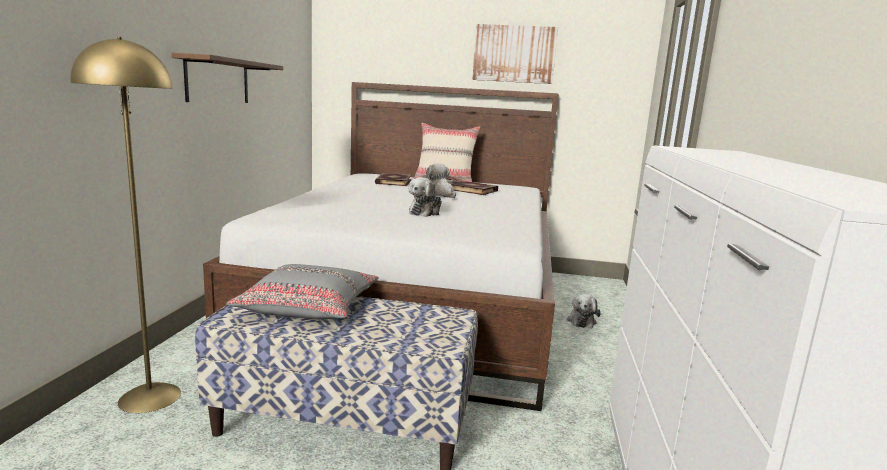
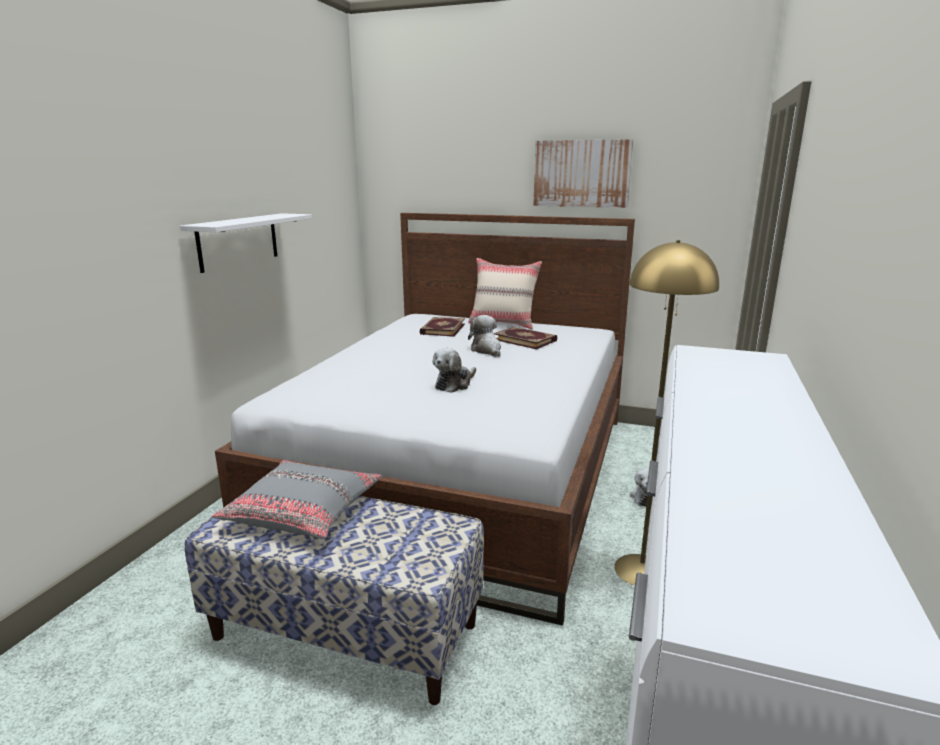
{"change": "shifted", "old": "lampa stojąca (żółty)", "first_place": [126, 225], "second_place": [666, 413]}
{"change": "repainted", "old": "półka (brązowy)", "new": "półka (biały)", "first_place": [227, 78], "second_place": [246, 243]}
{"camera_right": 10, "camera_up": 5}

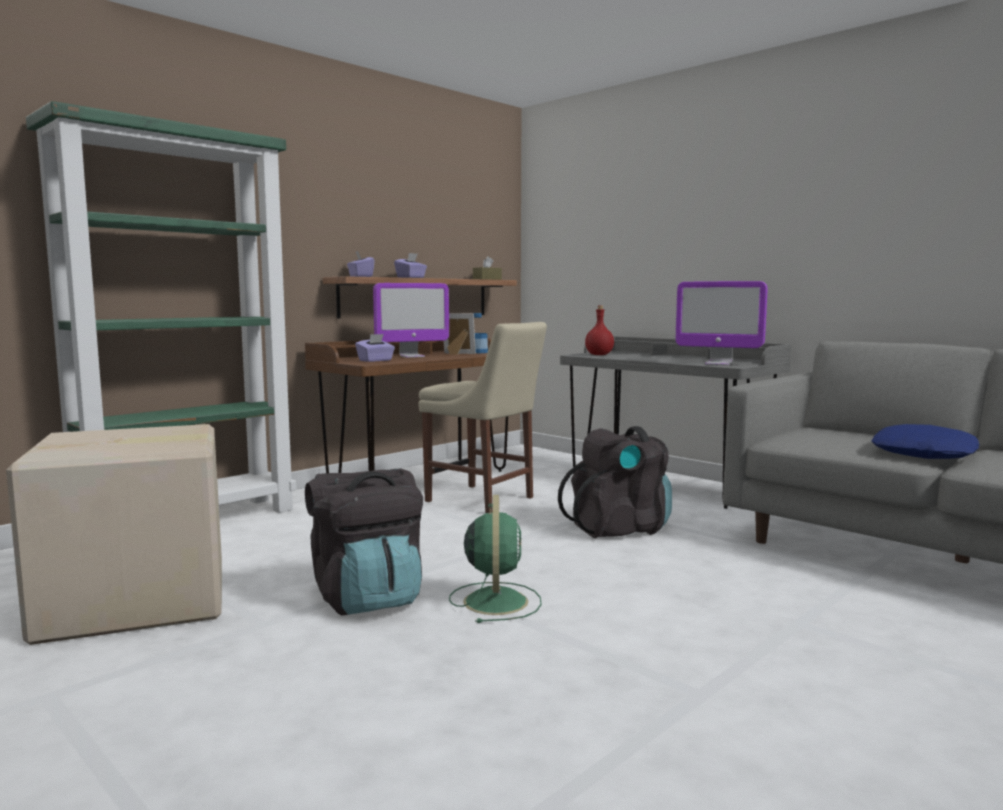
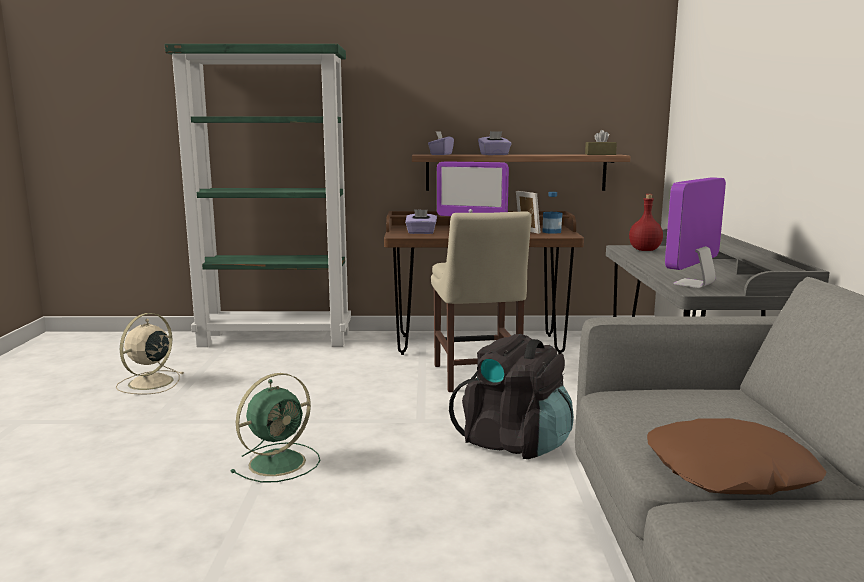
{"change": "rotated", "old": "monitor", "first_place": [722, 323], "second_place": [695, 232], "degrees": 60}
{"change": "swapped", "old": "karton", "new": "wentylator (beżowy)", "first_place": [114, 534], "second_place": [149, 354]}
{"change": "repainted", "old": "poduszka (niebieski)", "new": "poduszka (brązowy)", "first_place": [925, 441], "second_place": [736, 456]}
{"change": "gone", "old": "plecak (czarny)", "first_place": [364, 542]}
{"camera_right": 45, "camera_up": 5}

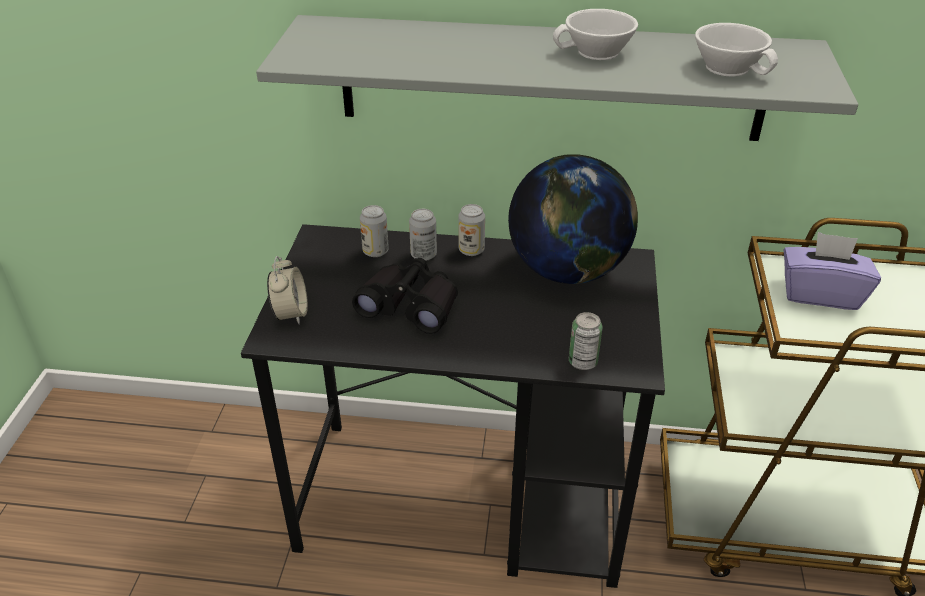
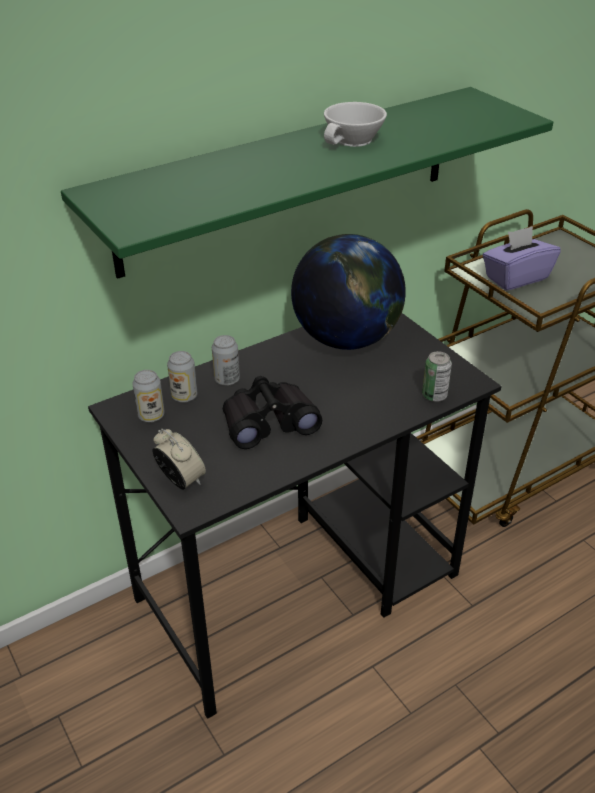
{"change": "repainted", "old": "półka (szary)", "new": "półka (zielony)", "first_place": [557, 78], "second_place": [307, 183]}
{"change": "gone", "old": "filiżanka (biały)", "first_place": [736, 49]}
{"change": "shifted", "old": "puszka", "first_place": [471, 230], "second_place": [148, 396]}
{"camera_right": -40, "camera_up": 0}

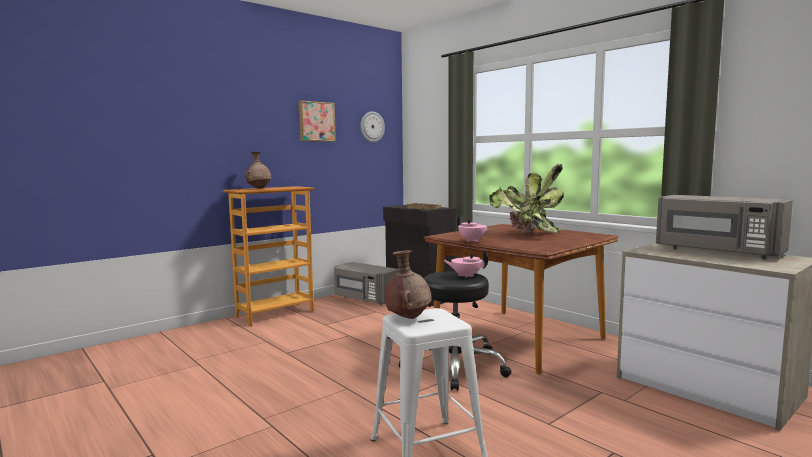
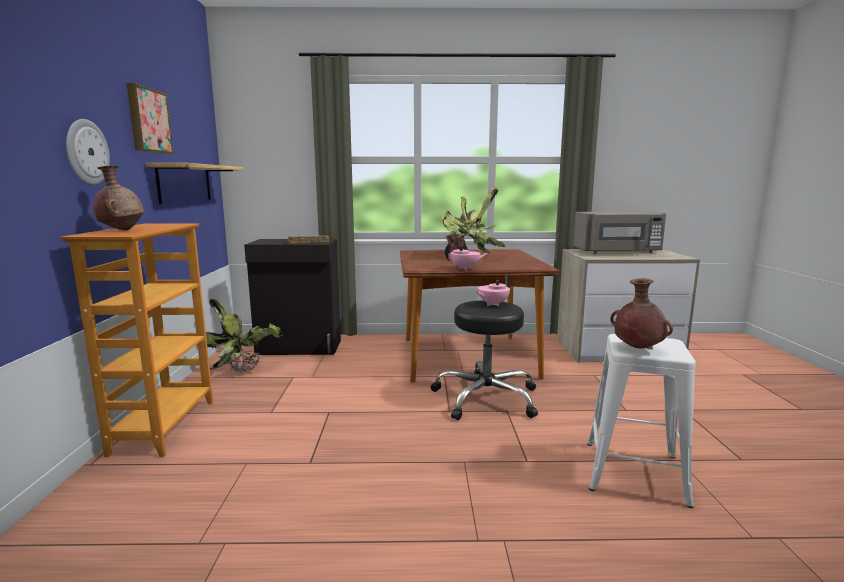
{"change": "shifted", "old": "zegar ścienny", "first_place": [372, 126], "second_place": [88, 152]}
{"change": "swapped", "old": "mikrofalówka (szary)", "new": "roślina doniczkowa", "first_place": [366, 283], "second_place": [244, 336]}
{"change": "new", "new": "półka", "second_place": [195, 183]}
{"camera_right": -50, "camera_up": 5}

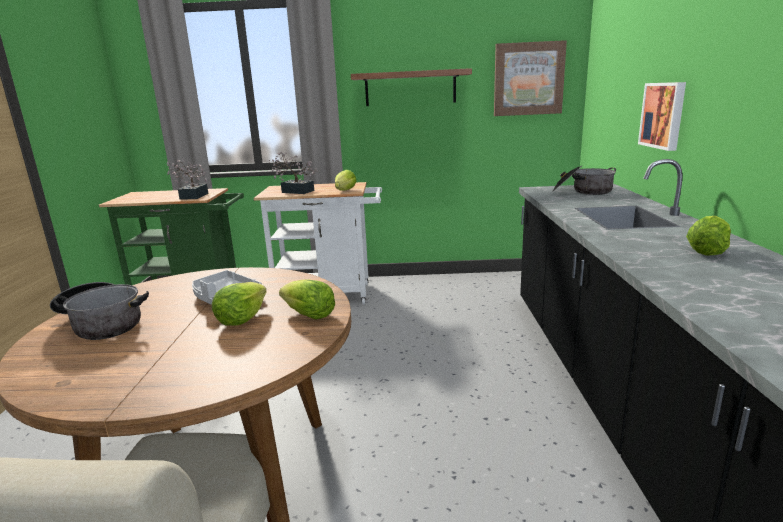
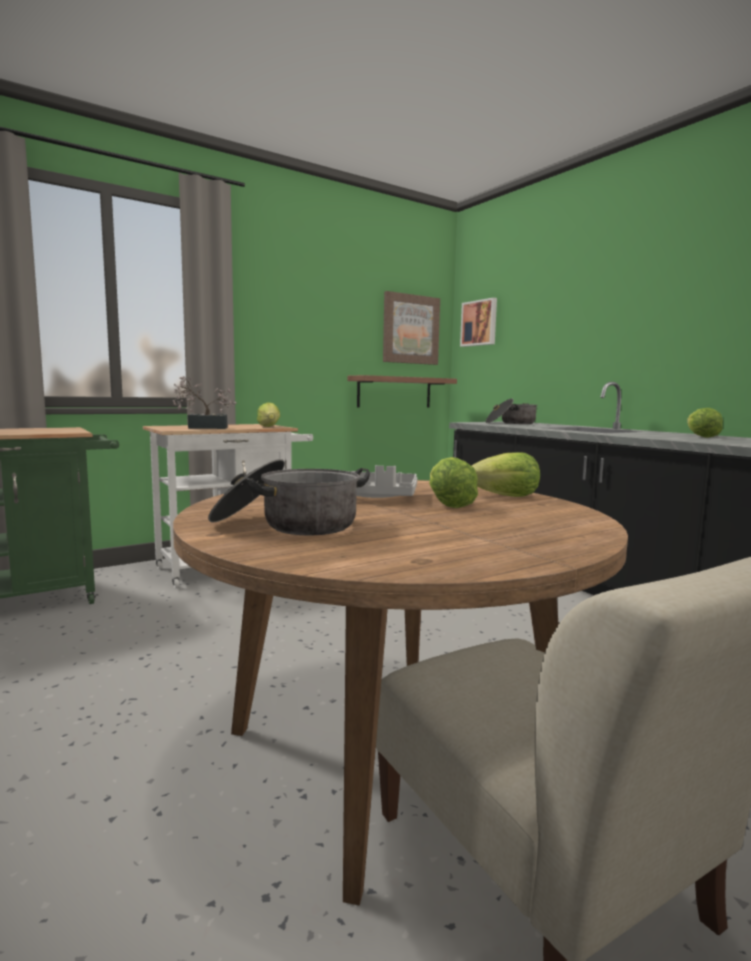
{"change": "shifted", "old": "półka", "first_place": [411, 87], "second_place": [402, 391]}
{"change": "shifted", "old": "obraz", "first_place": [662, 116], "second_place": [478, 322]}
{"change": "gone", "old": "roślina doniczkowa", "first_place": [188, 179]}
{"camera_right": -35, "camera_up": -10}

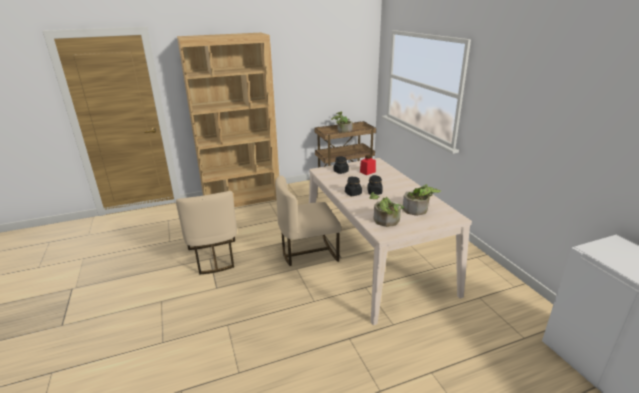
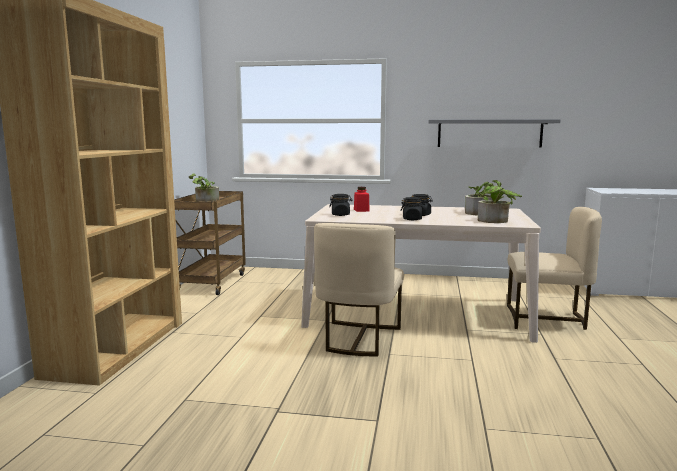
{"change": "shifted", "old": "krzesło (beżowy)", "first_place": [206, 232], "second_place": [554, 268]}
{"change": "new", "new": "półka (szary)", "second_place": [495, 133]}
{"camera_right": -60, "camera_up": -15}

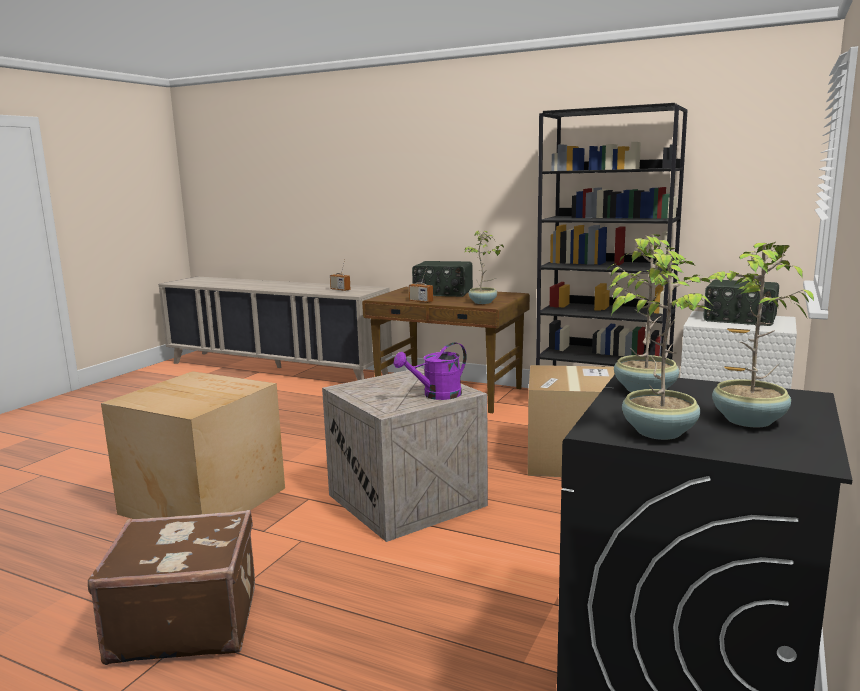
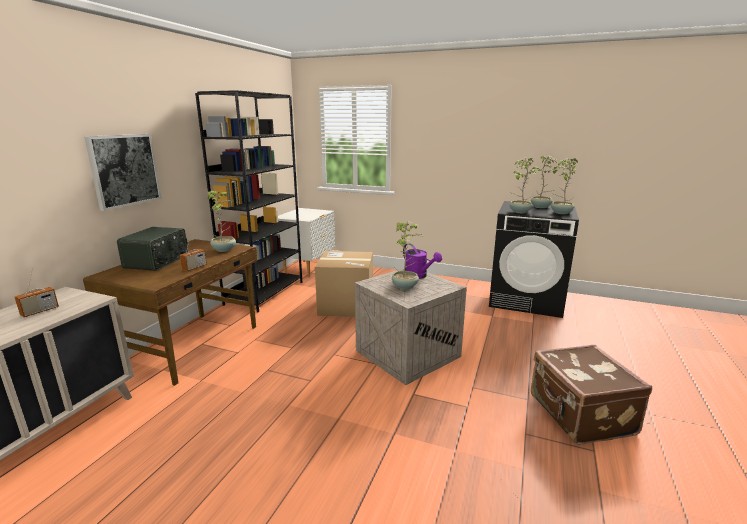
{"change": "gone", "old": "radio", "first_place": [741, 303]}
{"change": "gone", "old": "karton", "first_place": [193, 445]}
{"change": "new", "new": "obraz", "second_place": [123, 172]}
{"change": "new", "new": "roślina doniczkowa", "second_place": [407, 255]}
{"camera_right": -95, "camera_up": 5}

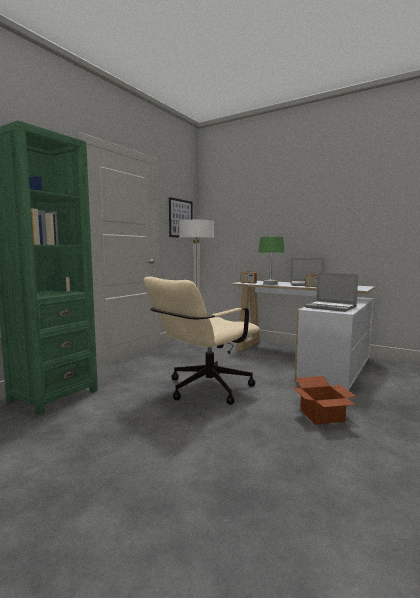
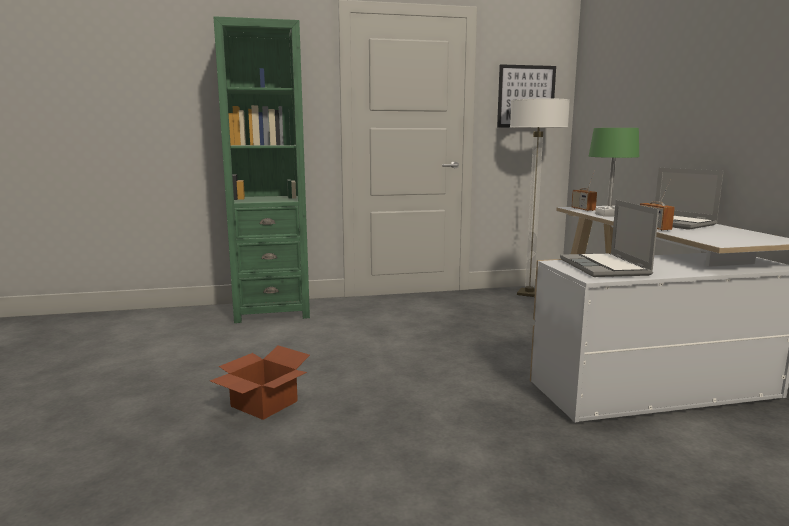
{"change": "gone", "old": "krzesło biurowe (beżowy)", "first_place": [202, 341]}
{"change": "shifted", "old": "karton", "first_place": [324, 400], "second_place": [260, 382]}
{"camera_right": 45, "camera_up": 5}

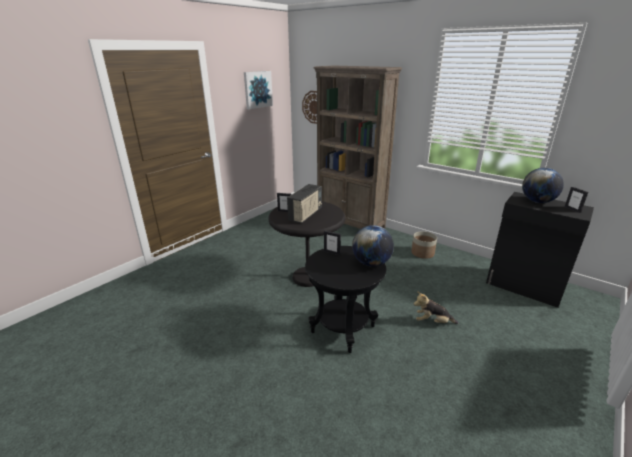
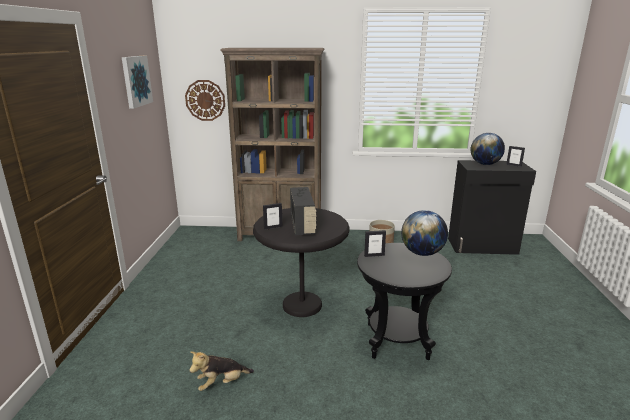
{"change": "shifted", "old": "pluszak", "first_place": [436, 307], "second_place": [221, 371]}
{"camera_right": -35, "camera_up": -5}

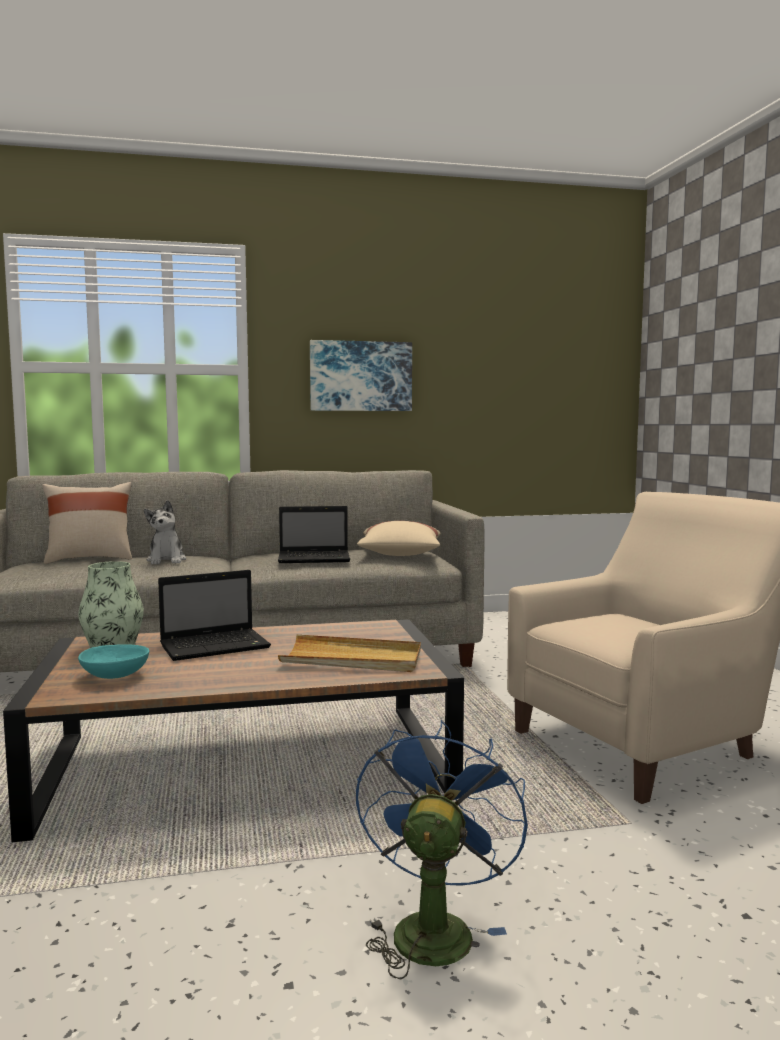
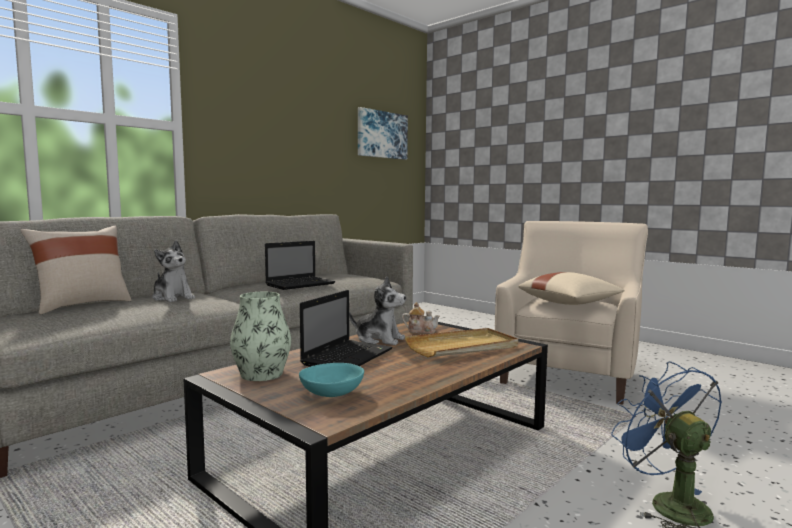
{"change": "shifted", "old": "obraz", "first_place": [361, 375], "second_place": [383, 133]}
{"change": "shifted", "old": "poduszka (beżowy)", "first_place": [399, 538], "second_place": [571, 288]}
{"change": "new", "new": "pluszak", "second_place": [377, 310]}
{"change": "new", "new": "imbryk", "second_place": [421, 318]}
{"camera_right": -35, "camera_up": 0}

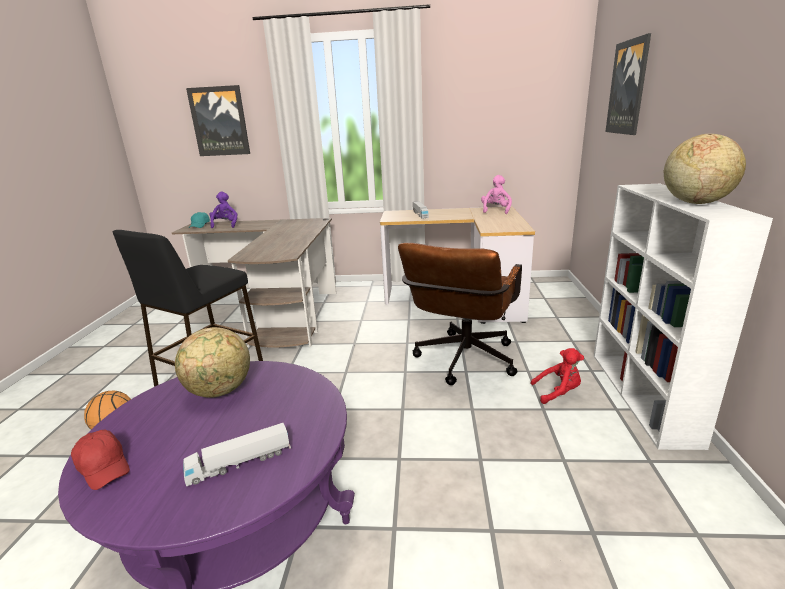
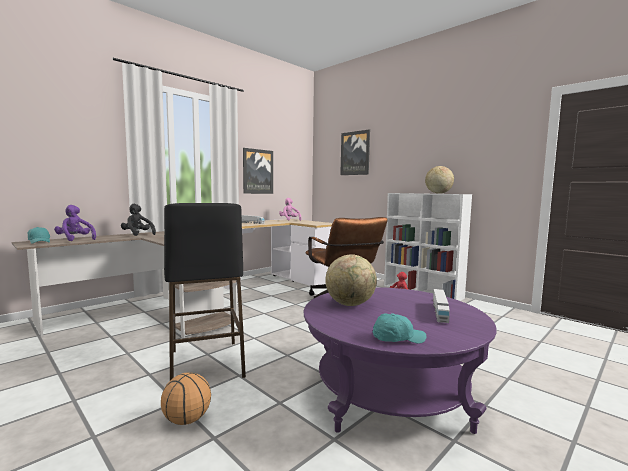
{"change": "shifted", "old": "obraz", "first_place": [218, 120], "second_place": [258, 171]}
{"change": "repainted", "old": "czapka z daszkiem (czerwony)", "new": "czapka z daszkiem (turkusowy)", "first_place": [100, 460], "second_place": [399, 328]}
{"change": "new", "new": "pluszak (czarny)", "second_place": [138, 220]}
{"camera_right": -50, "camera_up": -15}

